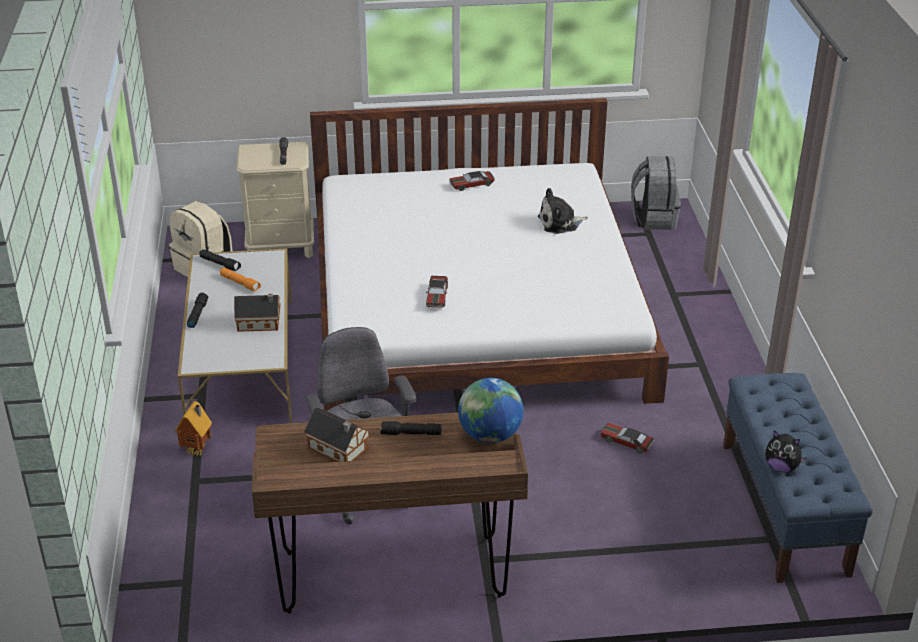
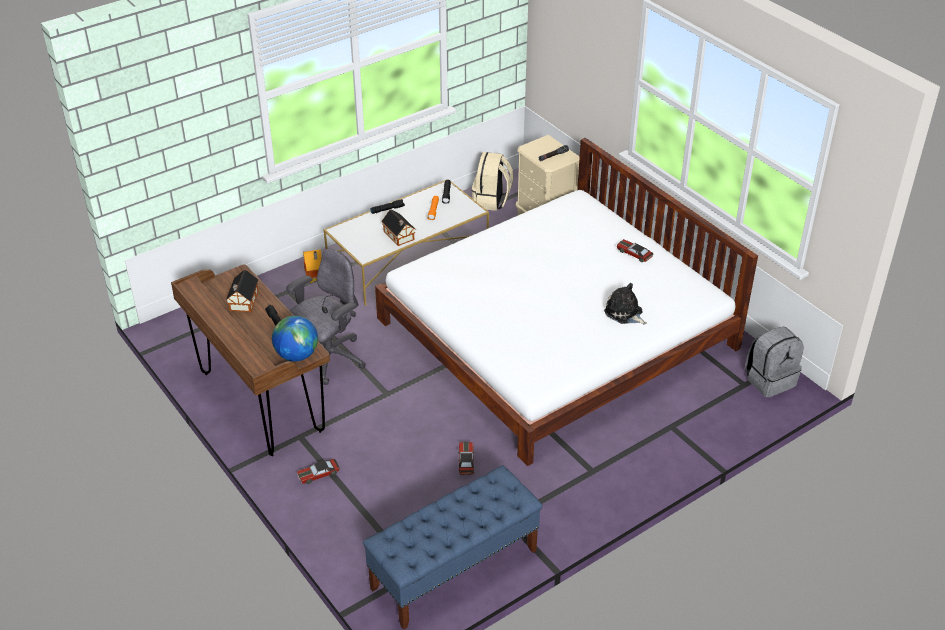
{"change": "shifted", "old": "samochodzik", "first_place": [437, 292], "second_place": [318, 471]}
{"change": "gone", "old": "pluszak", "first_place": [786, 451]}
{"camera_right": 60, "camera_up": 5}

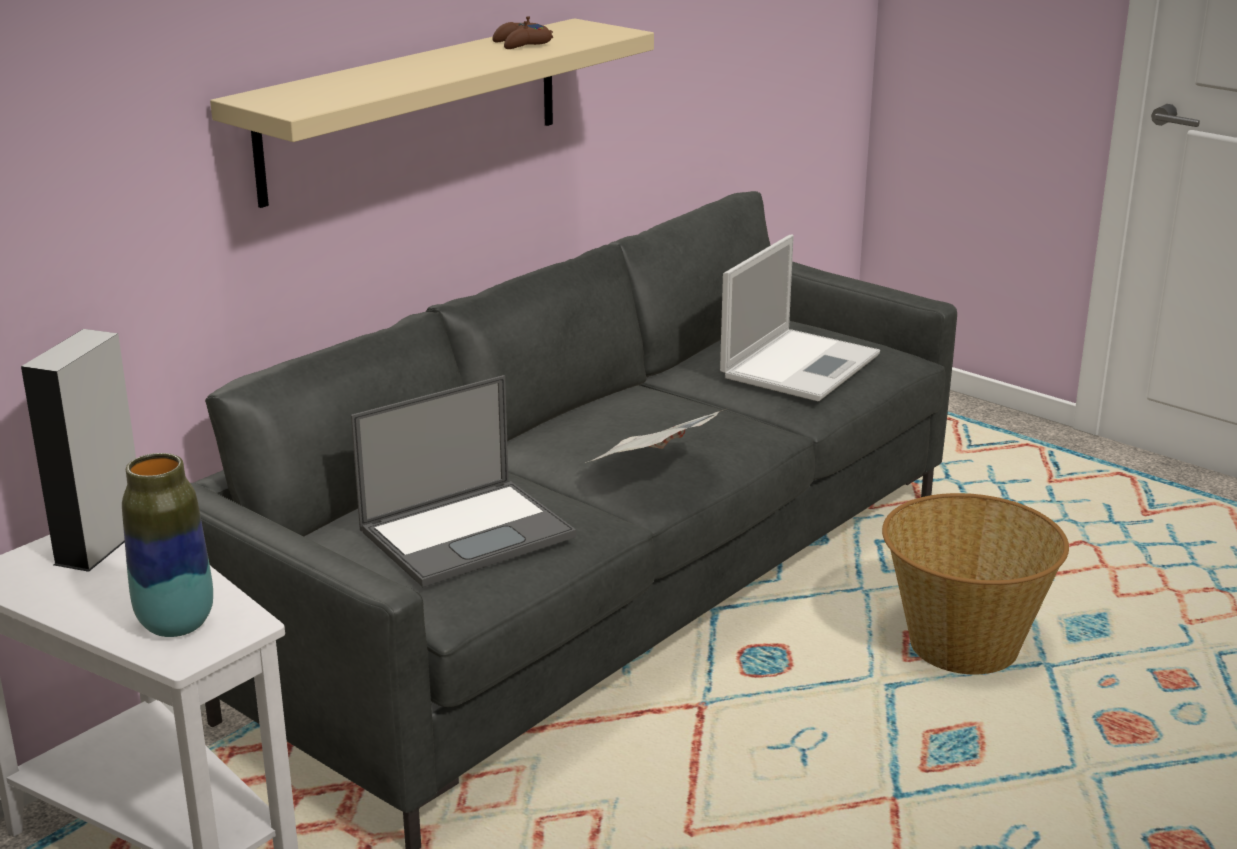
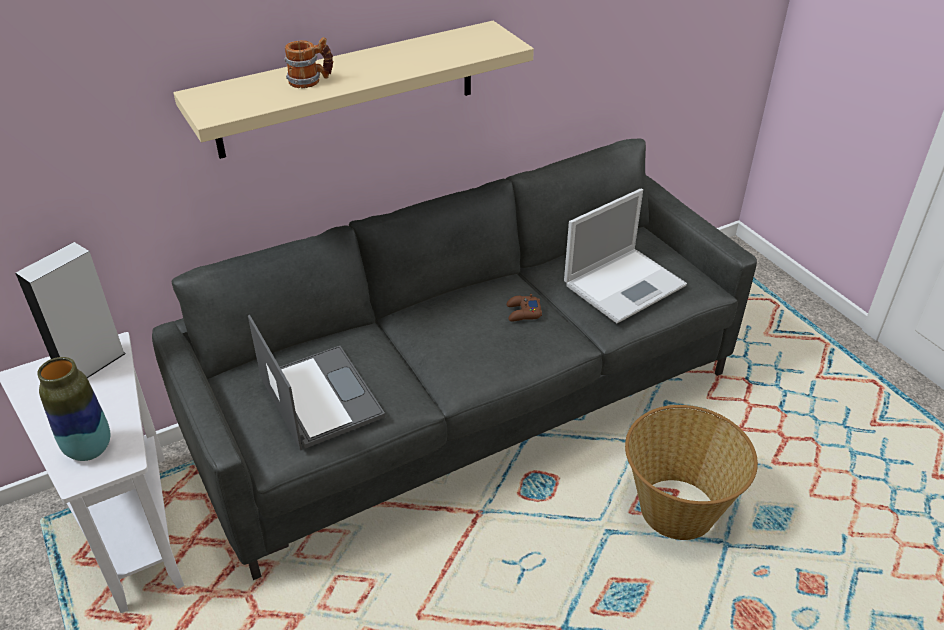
{"change": "shifted", "old": "pad do gier (brązowy)", "first_place": [522, 32], "second_place": [524, 307]}
{"change": "rotated", "old": "laptop", "first_place": [463, 481], "second_place": [316, 382], "degrees": -105}
{"change": "gone", "old": "gazeta", "first_place": [657, 435]}
{"change": "new", "new": "kubek", "second_place": [308, 62]}
{"camera_right": 20, "camera_up": 15}

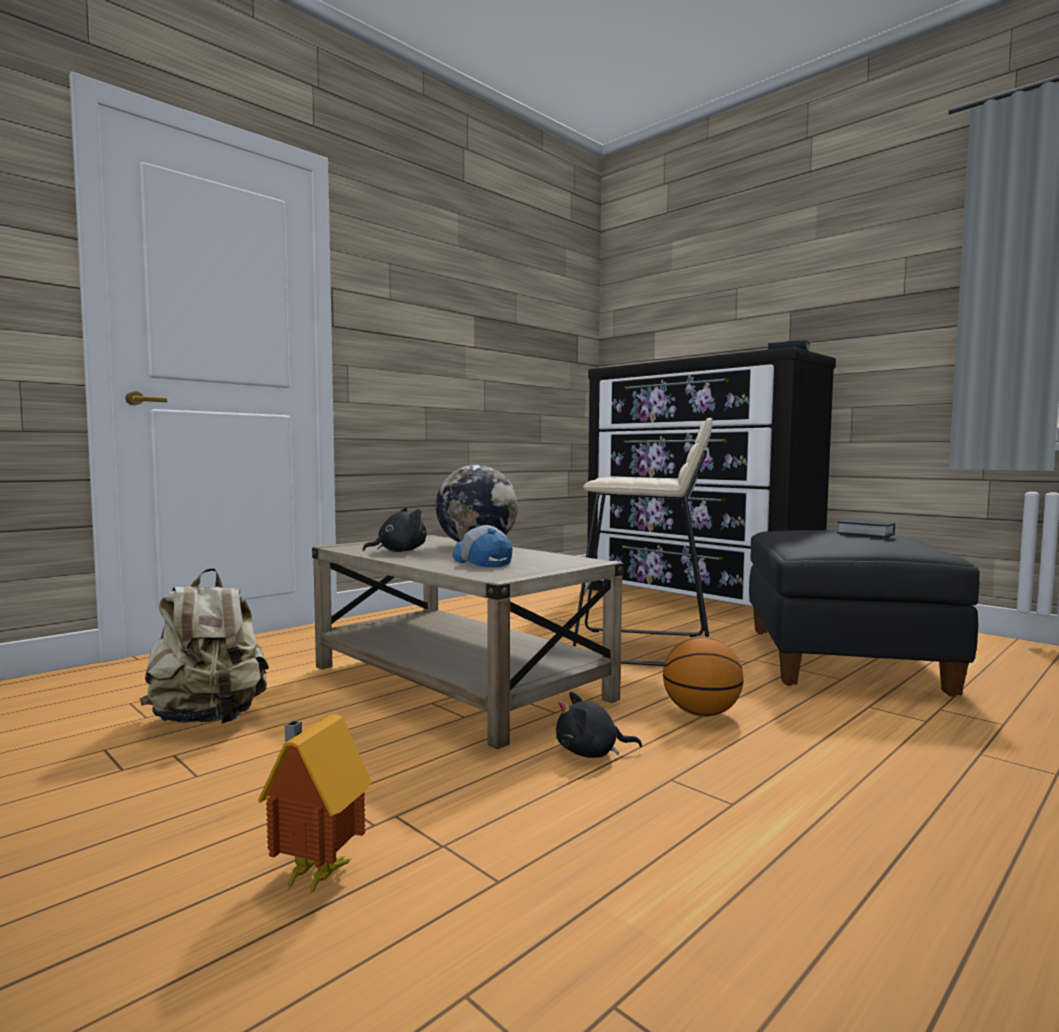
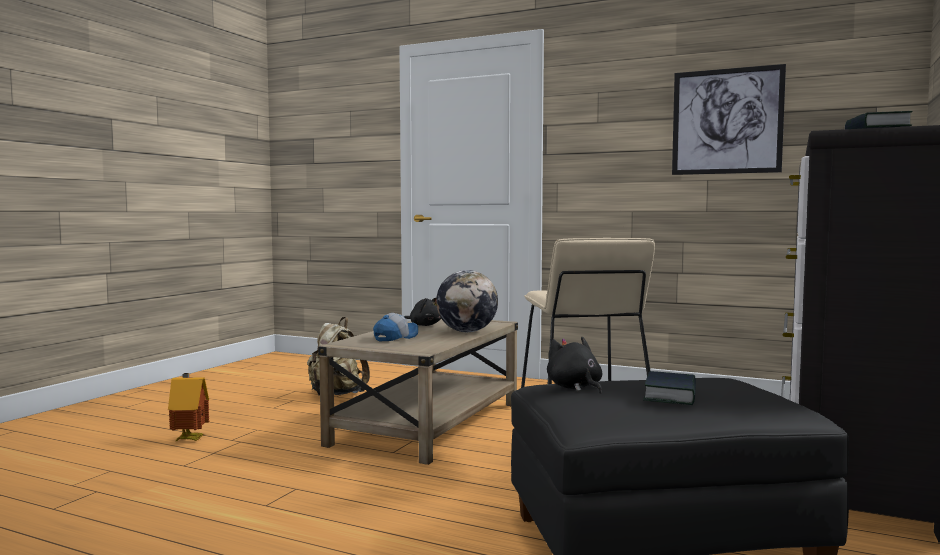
{"change": "gone", "old": "piłka do koszykówki", "first_place": [703, 676]}
{"change": "shifted", "old": "pluszak (czarny)", "first_place": [599, 725], "second_place": [574, 365]}
{"change": "new", "new": "obraz", "second_place": [729, 119]}
{"camera_right": 70, "camera_up": 0}

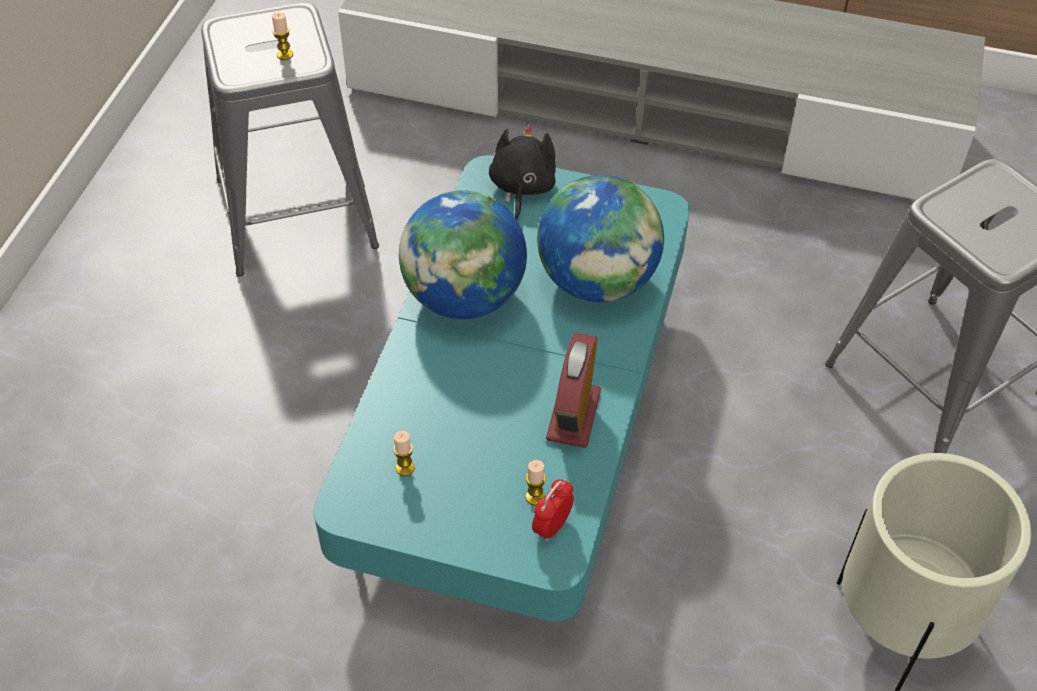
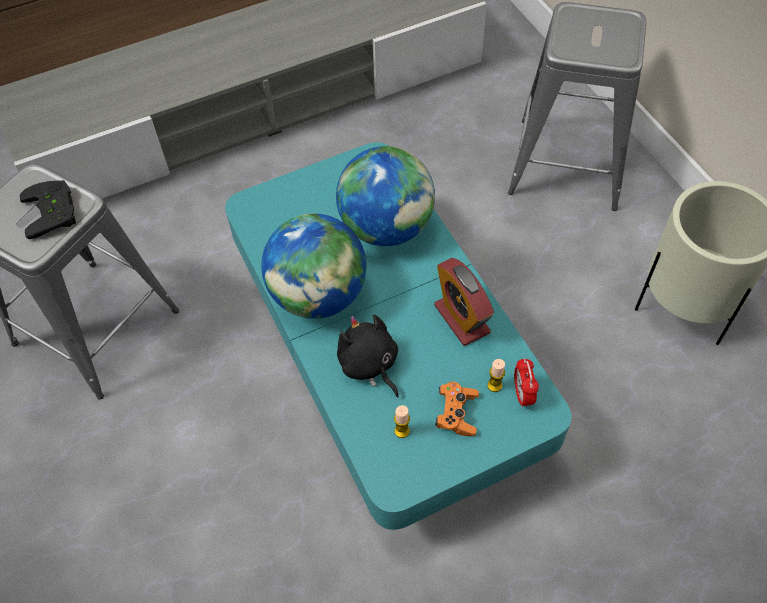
{"change": "swapped", "old": "świeca", "new": "pad do gier (czarny)", "first_place": [282, 36], "second_place": [48, 209]}
{"change": "shifted", "old": "pluszak (czarny)", "first_place": [522, 172], "second_place": [368, 356]}
{"change": "new", "new": "pad do gier (pomarańczowy)", "second_place": [457, 409]}
{"camera_right": -40, "camera_up": 5}

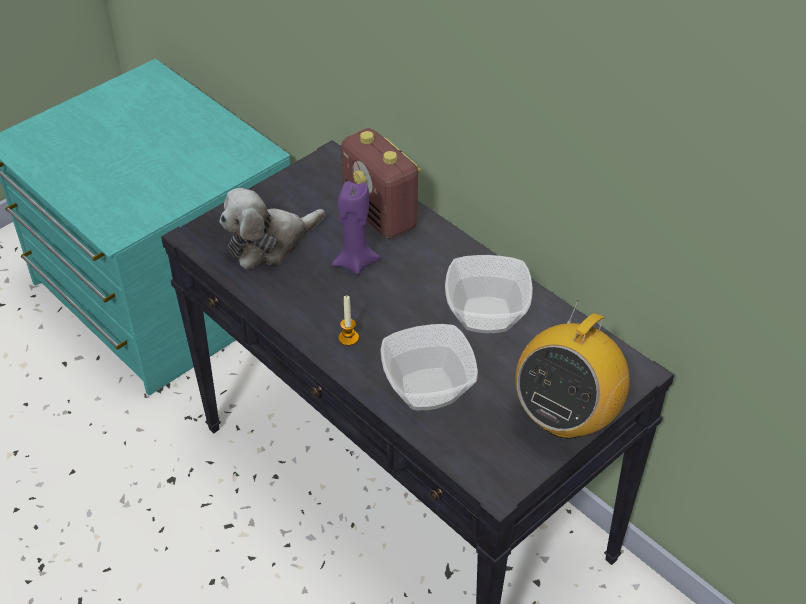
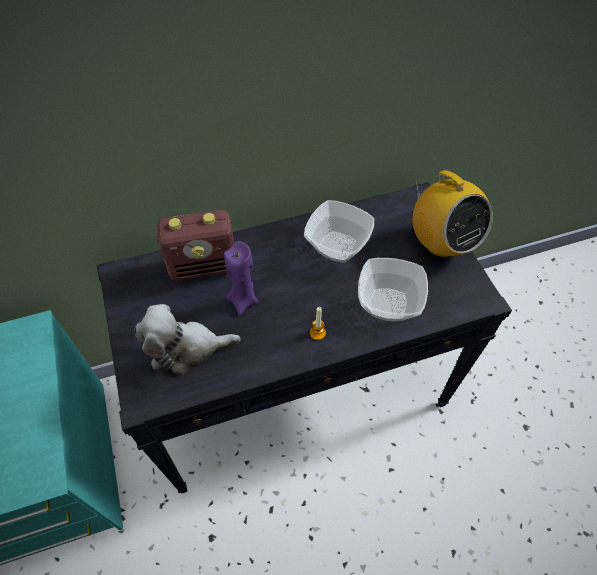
{"change": "rotated", "old": "pluszak", "first_place": [272, 228], "second_place": [187, 339], "degrees": 90}
{"camera_right": -65, "camera_up": 10}

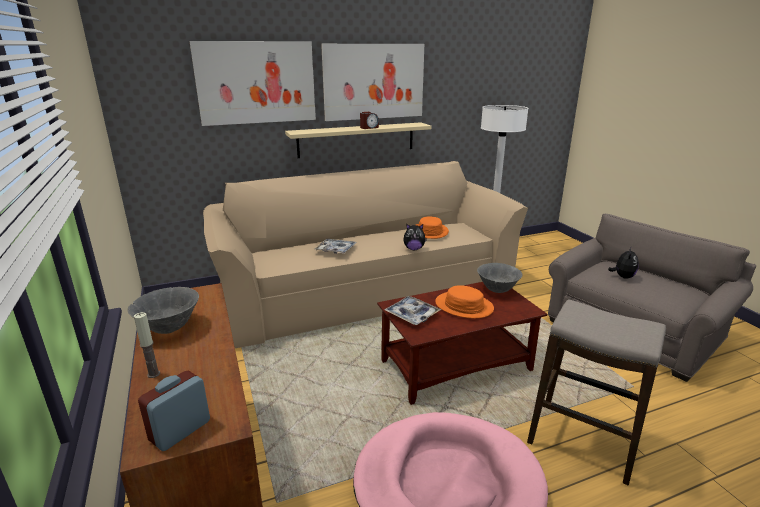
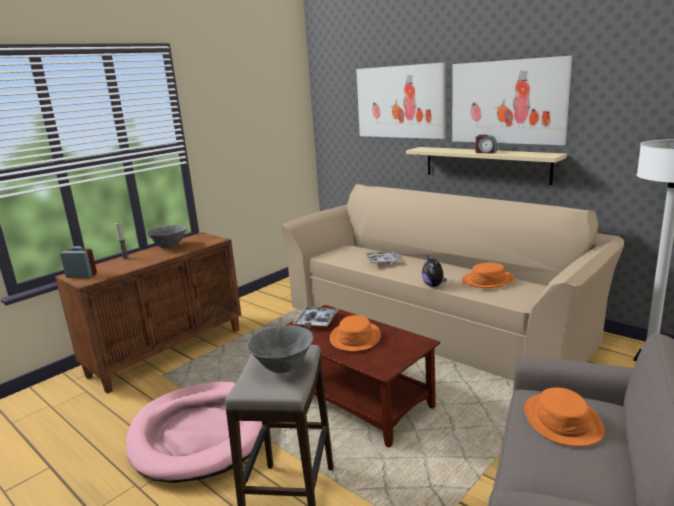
{"change": "swapped", "old": "pluszak", "new": "kapelusz (pomarańczowy)", "first_place": [623, 263], "second_place": [564, 416]}
{"change": "shifted", "old": "miska (szary)", "first_place": [500, 278], "second_place": [280, 349]}
{"camera_right": 65, "camera_up": -5}

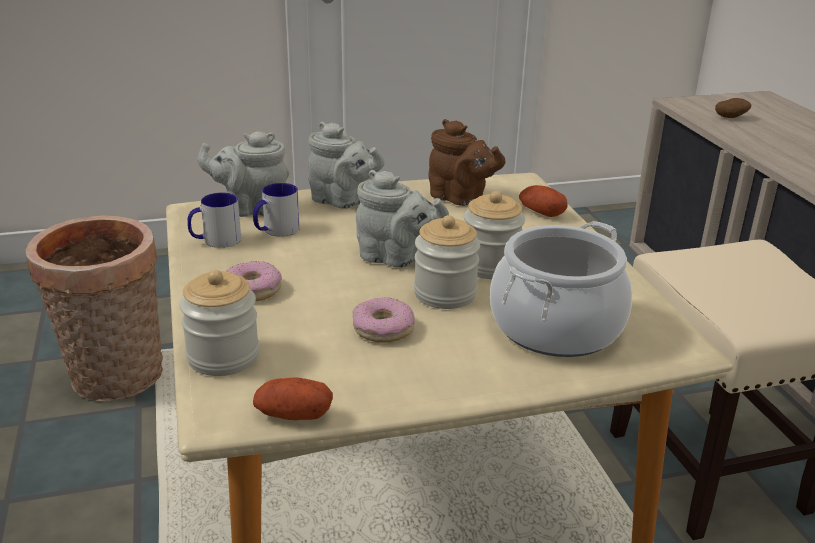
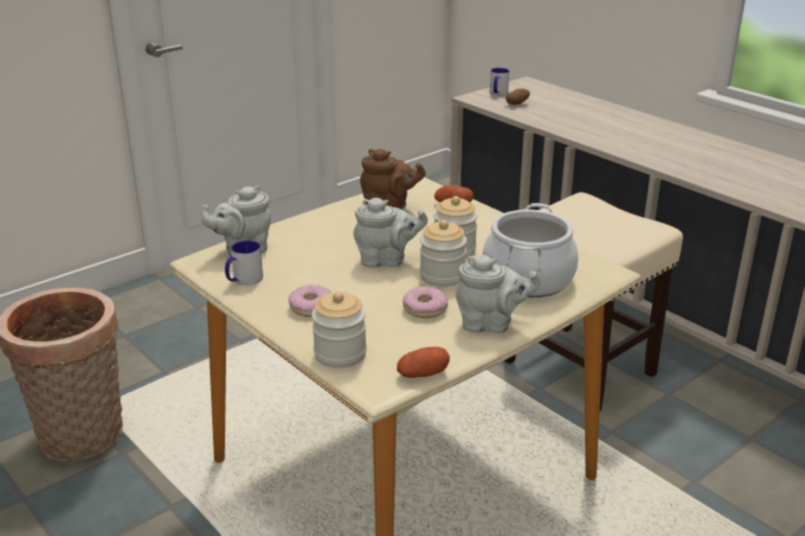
{"change": "shifted", "old": "imbryk (szary)", "first_place": [346, 165], "second_place": [498, 294]}
{"change": "shifted", "old": "kubek", "first_place": [276, 210], "second_place": [500, 82]}
{"camera_right": -25, "camera_up": 0}

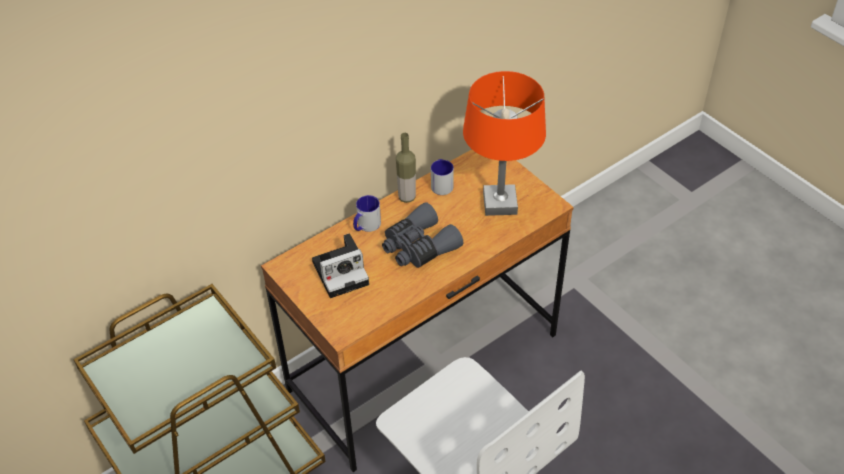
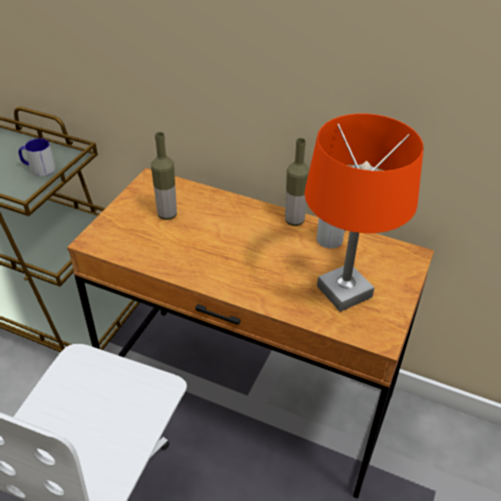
{"change": "shifted", "old": "kubek", "first_place": [367, 213], "second_place": [37, 157]}
{"change": "gone", "old": "lornetka (szary)", "first_place": [423, 235]}
{"change": "swapped", "old": "aparat fotograficzny", "new": "butelka", "first_place": [340, 265], "second_place": [164, 176]}
{"camera_right": 60, "camera_up": -5}

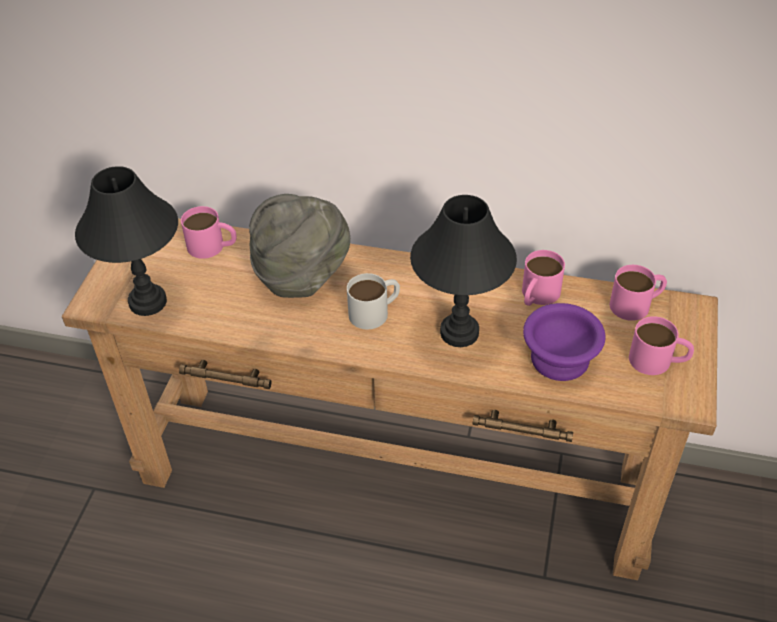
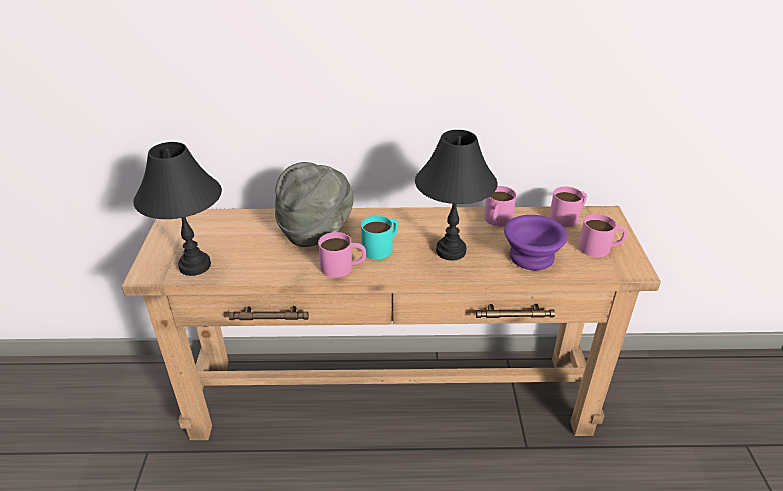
{"change": "shifted", "old": "kubek (różowy)", "first_place": [209, 232], "second_place": [342, 255]}
{"change": "repainted", "old": "kubek (biały)", "new": "kubek (turkusowy)", "first_place": [373, 301], "second_place": [379, 237]}
{"camera_right": -15, "camera_up": -10}

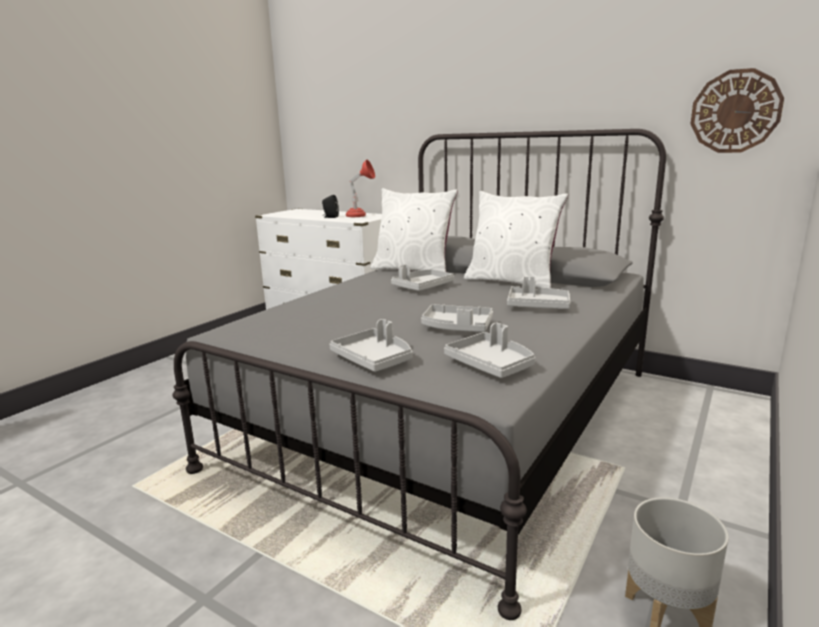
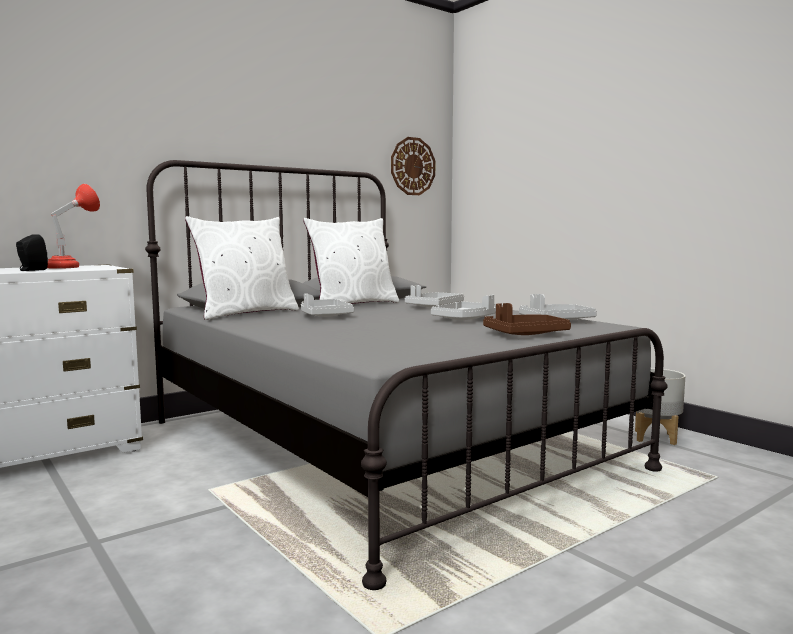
{"change": "repainted", "old": "taca (szary)", "new": "taca (brązowy)", "first_place": [371, 345], "second_place": [527, 319]}
{"camera_right": -70, "camera_up": -10}

